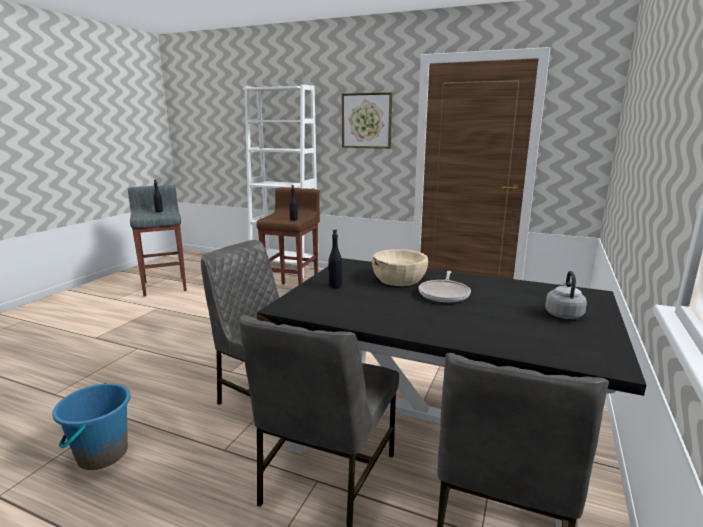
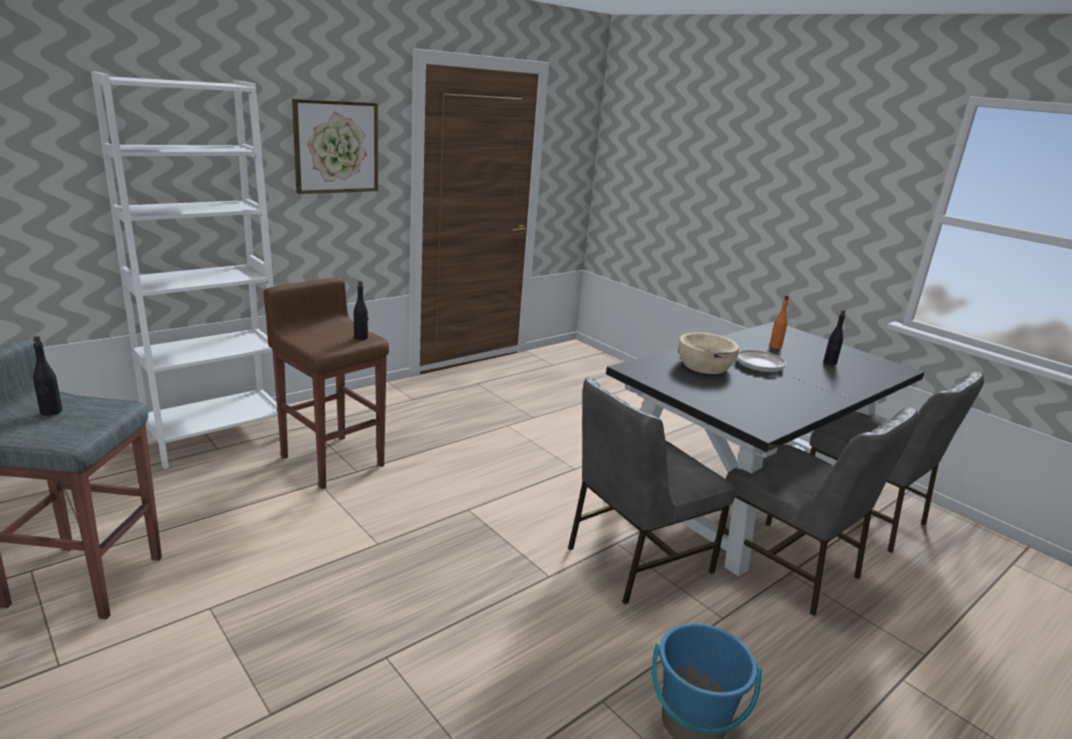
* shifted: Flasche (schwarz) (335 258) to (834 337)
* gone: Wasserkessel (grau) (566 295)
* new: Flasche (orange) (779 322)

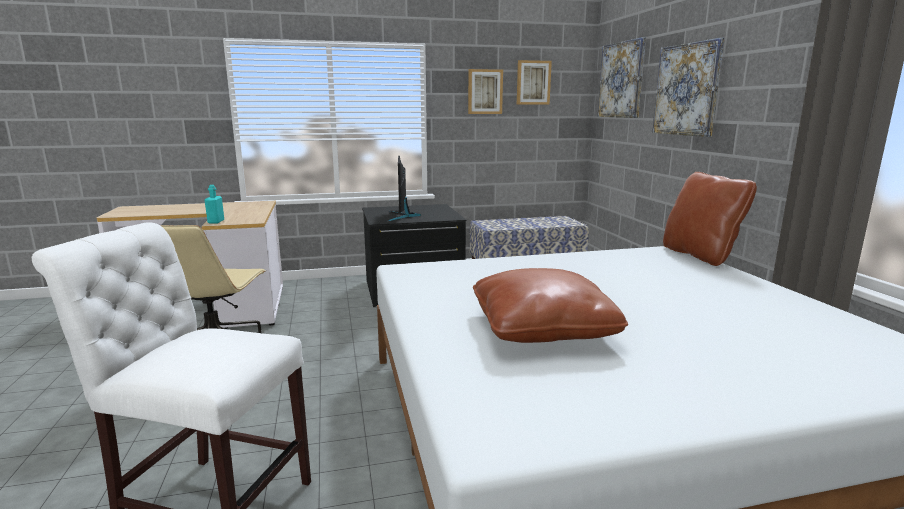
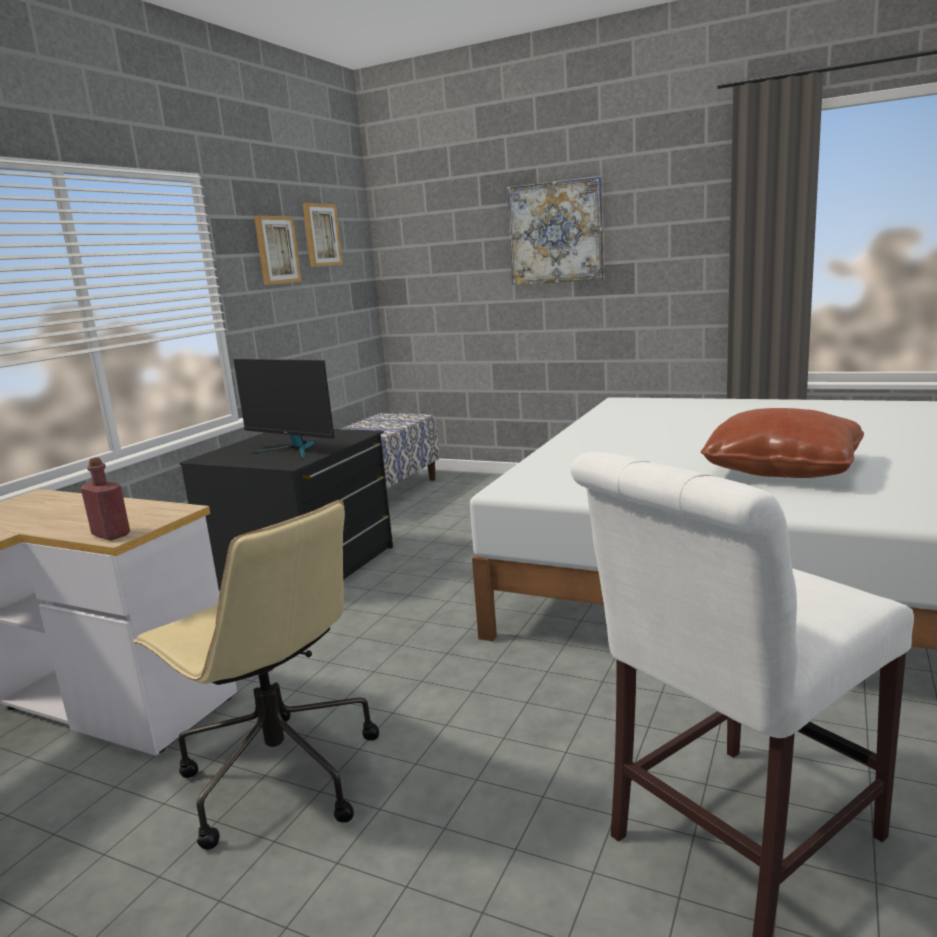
* gone: Bild (622 77)
* gone: Kissen (braun) (710 219)
* repainted: Flasche (türkis) (214 204) to Flasche (rot) (105 499)

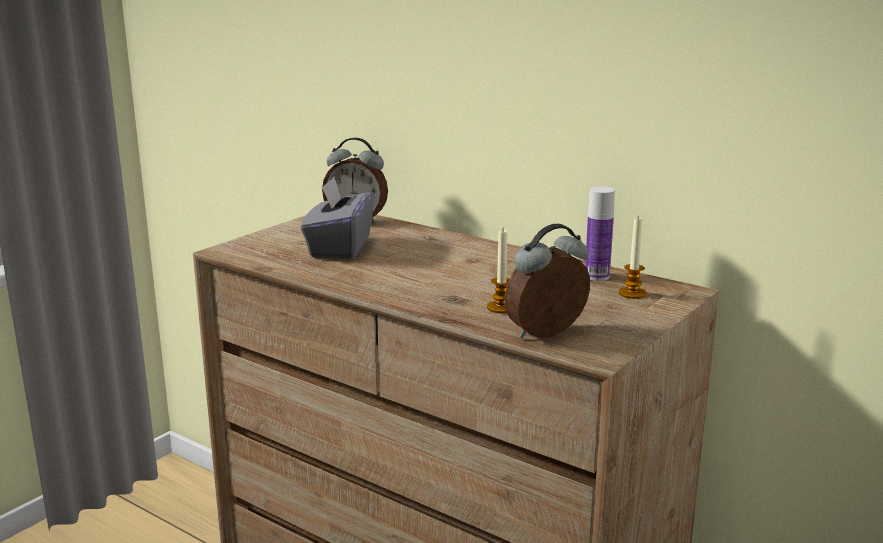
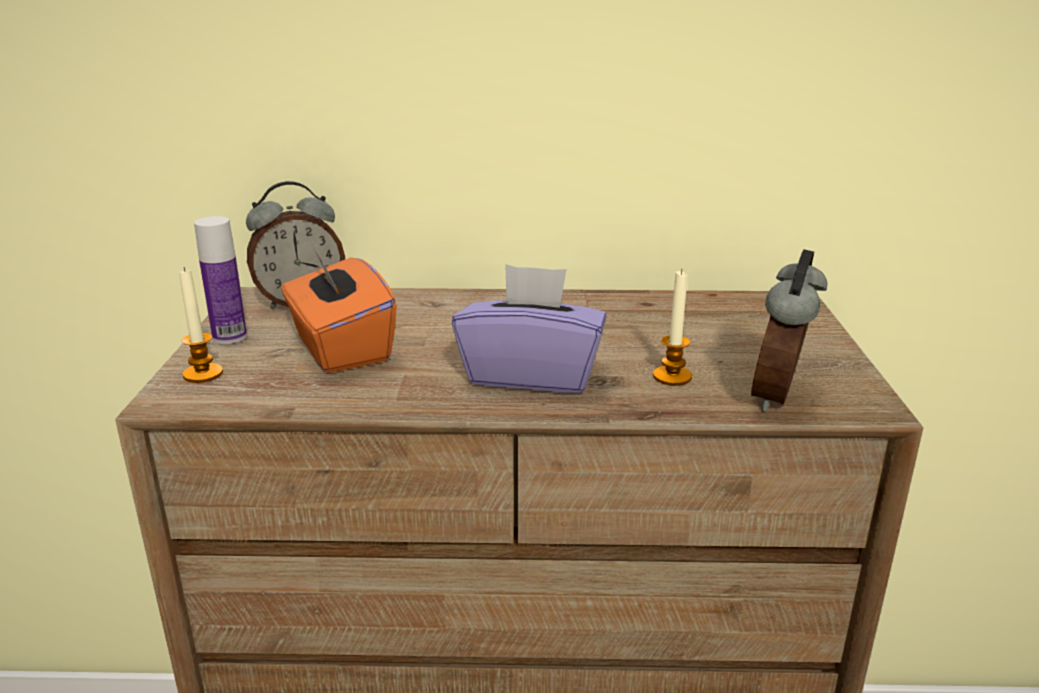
* repainted: Taschentuchbox (grau) (337 218) to Taschentuchbox (orange) (339 310)
* shifted: Flasche (600 233) to (220 280)
* shifted: Kerze (633 257) to (201 325)
* new: Taschentuchbox (lila) (529 328)

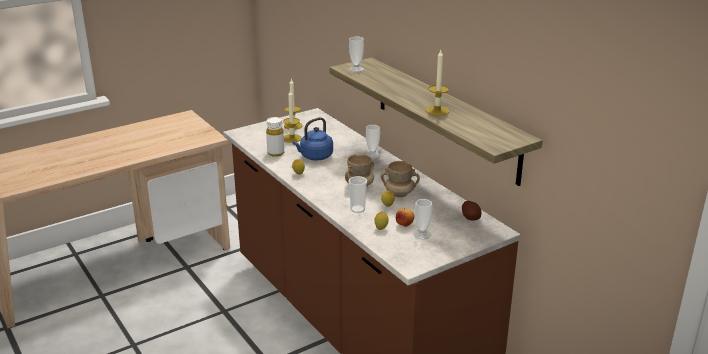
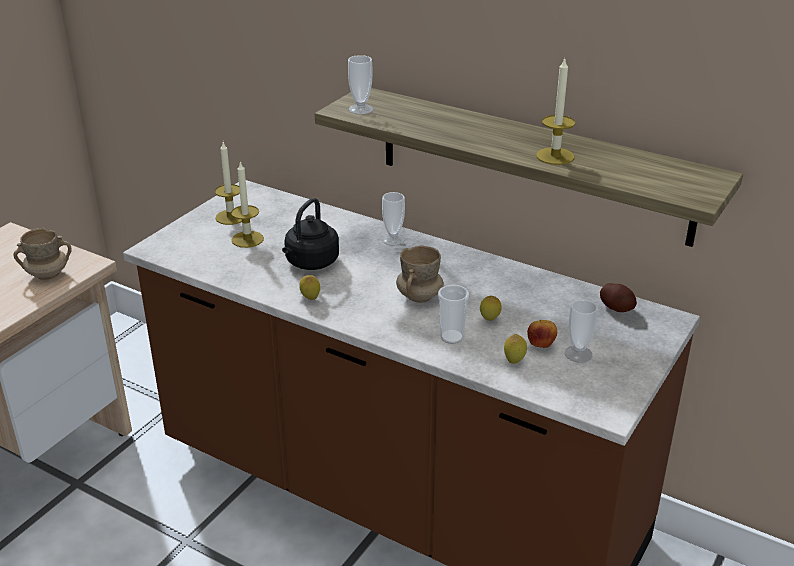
* gone: Flasche (weiß) (275 137)
* repainted: Wasserkessel (blau) (313 138) to Wasserkessel (schwarz) (310 234)
* shifted: Henkelbecher (beige) (400 179) to (42 254)

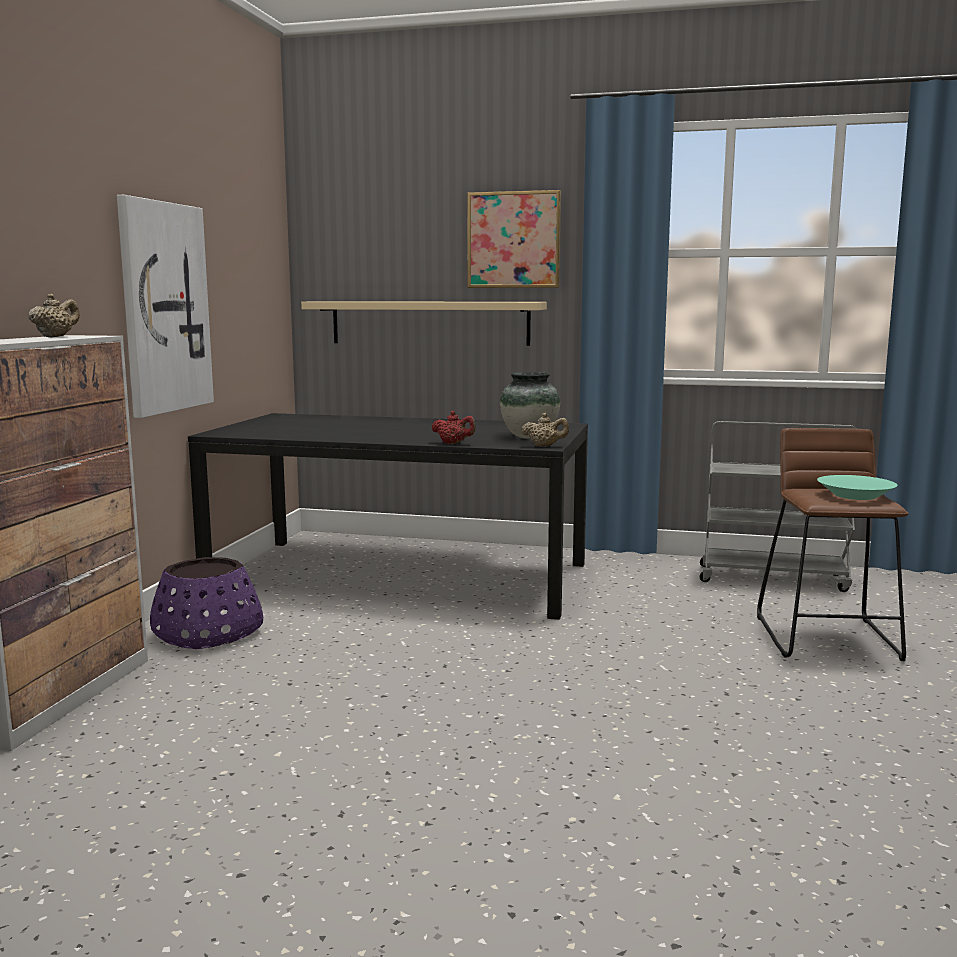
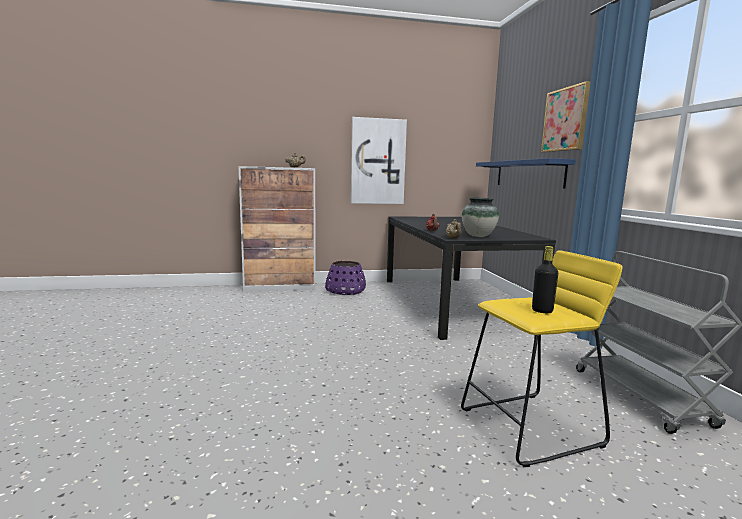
* repainted: Wandregal (beige) (424 323) to Wandregal (blau) (526 173)
* repainted: Hocker (braun) (833 544) to Hocker (gelb) (542 358)
* swapped: Schüssel (türkis) (857 487) to Flasche (schwarz) (545 279)

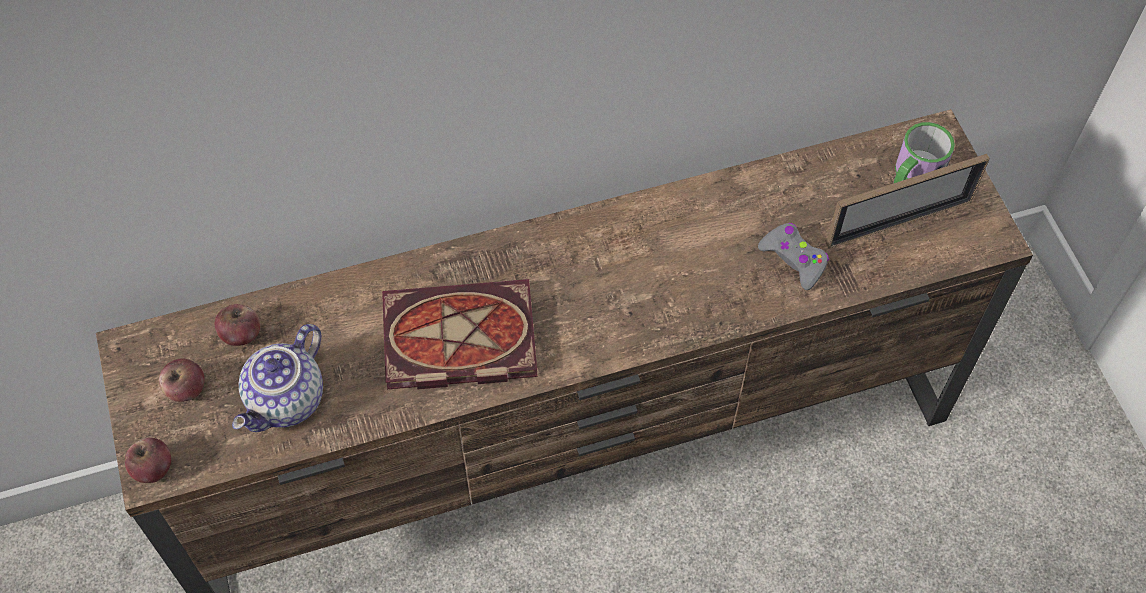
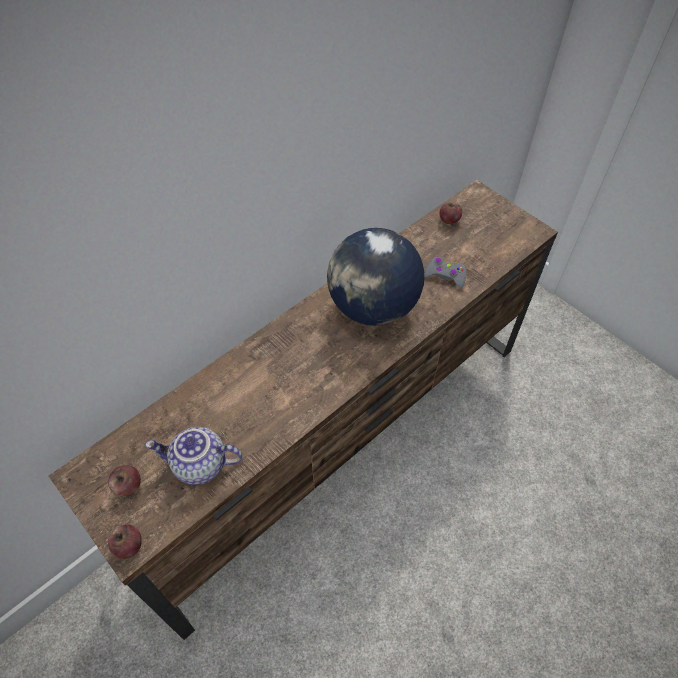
* gone: Henkelbecher (924 152)
* gone: Bilderrahmen (908 201)
* gone: Buch (460 334)
* shifted: Apfel (237 325) to (450 213)
* rotated: Teekanne (277 378) = (193 456) 90 degrees clockwise
* new: Globus (375 277)

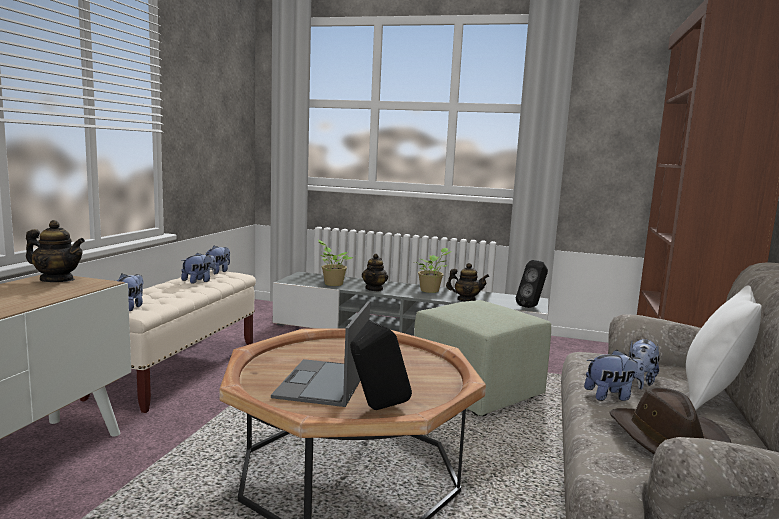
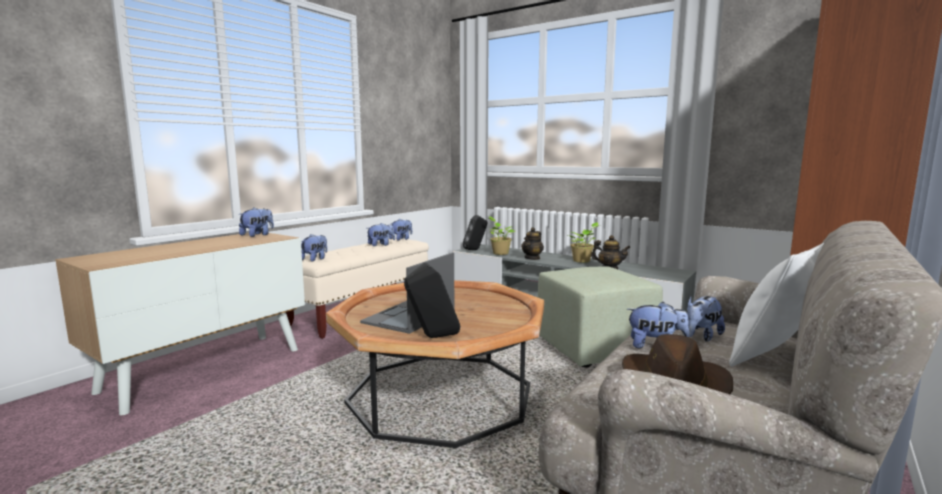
* swapped: Teekanne (55 251) to Plüschtier (256 222)
* shifted: Lautsprecher (schwarz) (532 284) to (475 232)

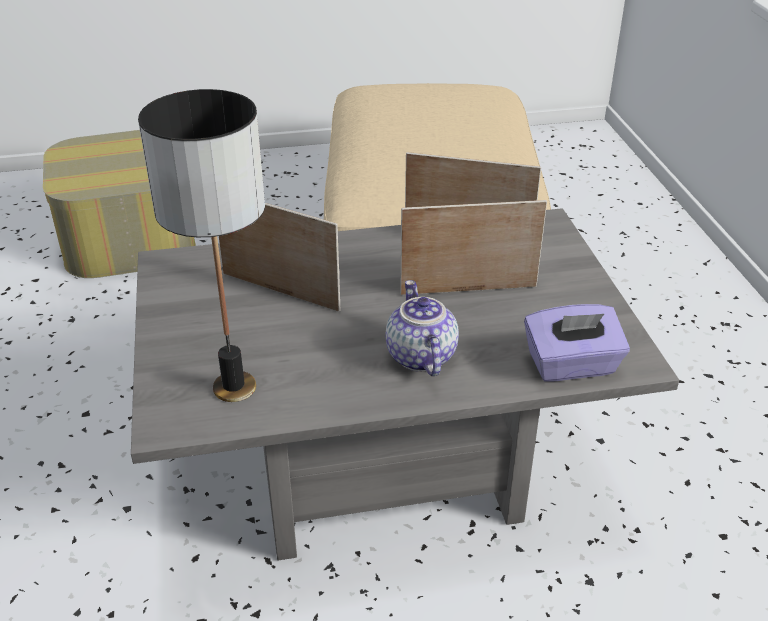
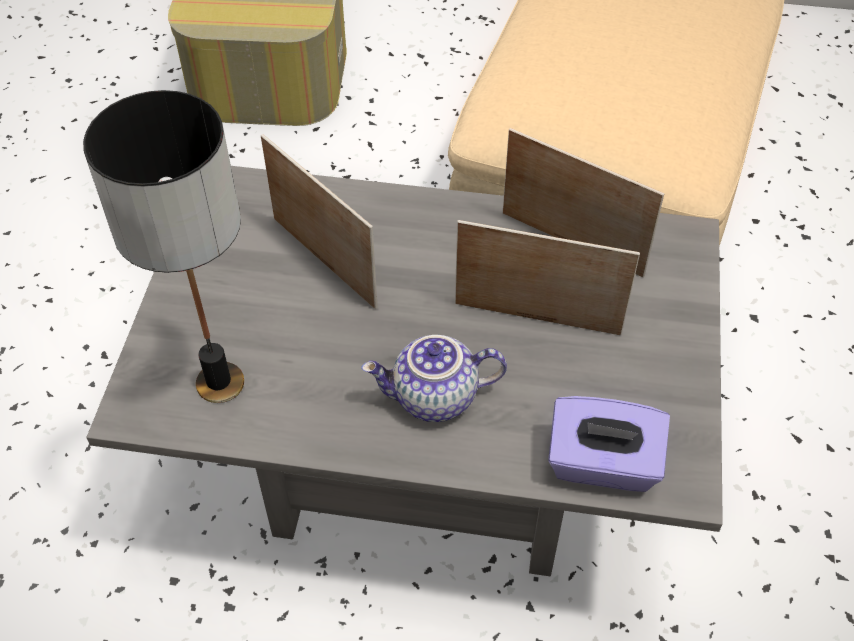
* rotated: Teekanne (422 328) = (434 378) 105 degrees counterclockwise

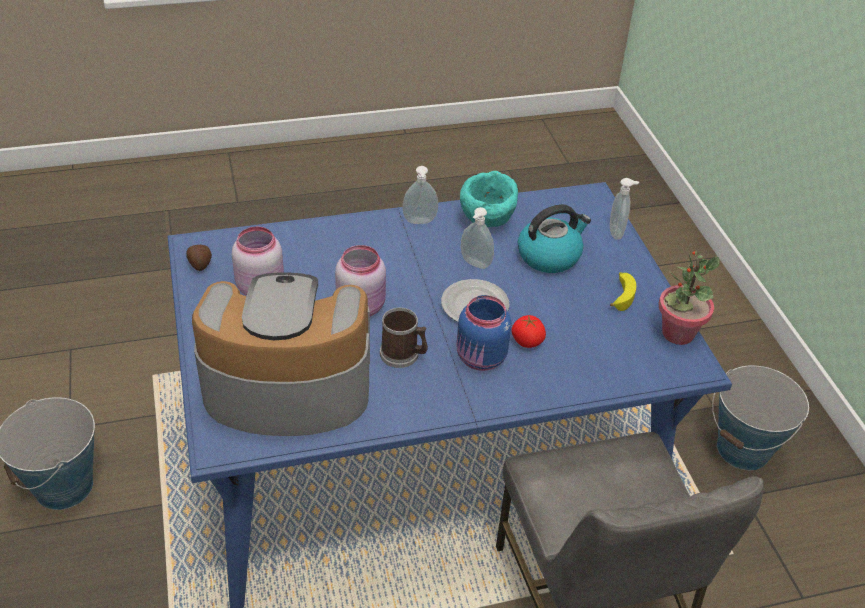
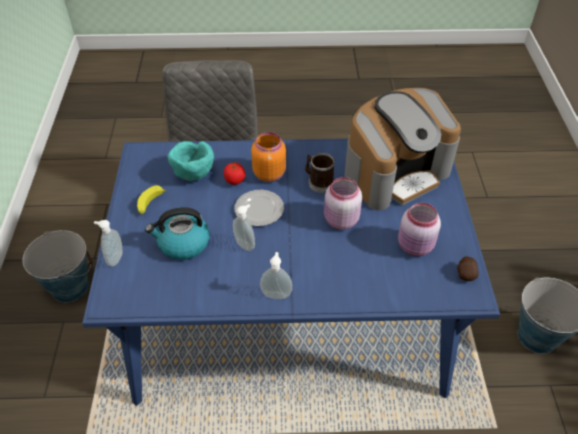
* shifted: Schüssel (türkis) (489 199) to (190 161)
* gone: Topfpflanze (689 297)
* rotated: Kaffeemaschine (281 354) = (403 149) 45 degrees counterclockwise
* repainted: Vorratsglas (blau) (484 333) to Vorratsglas (orange) (268 157)

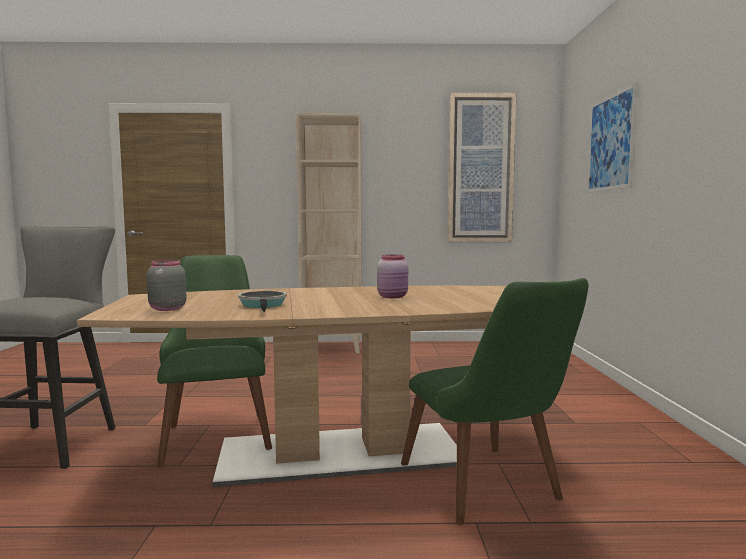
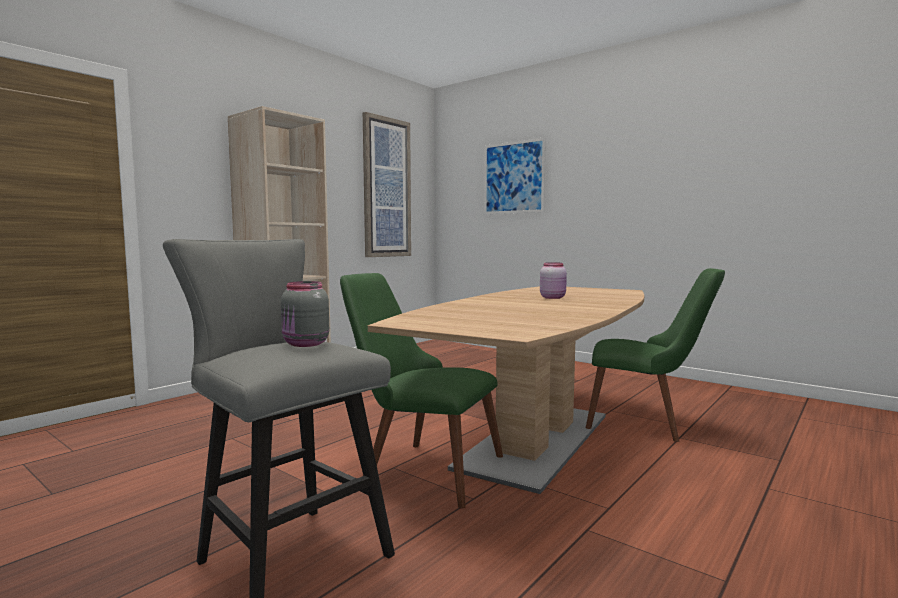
* shifted: Vorratsglas (grau) (167 285) to (305 314)
* gone: Pfanne (262 301)

